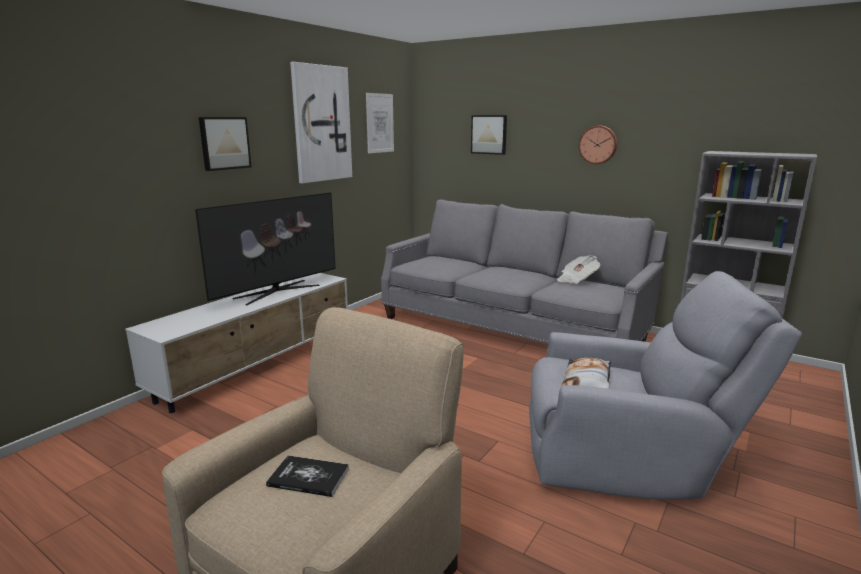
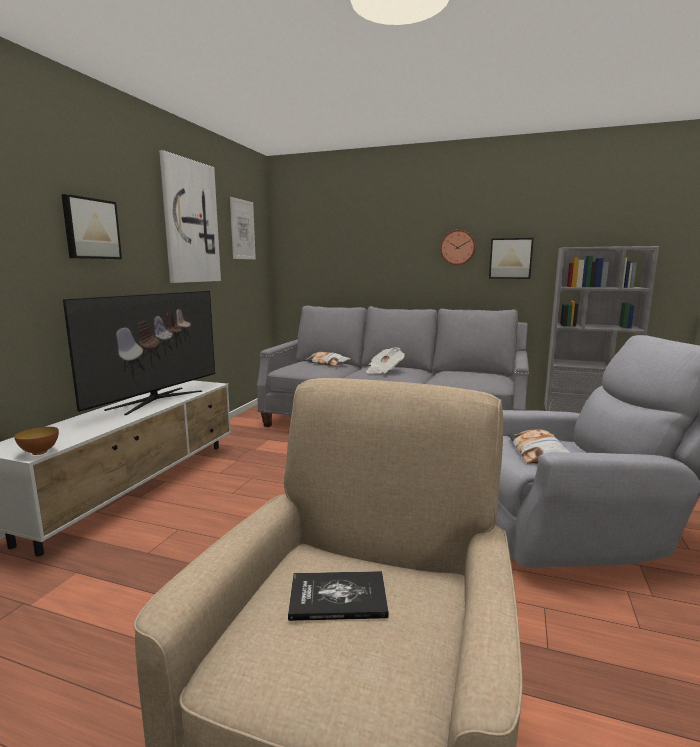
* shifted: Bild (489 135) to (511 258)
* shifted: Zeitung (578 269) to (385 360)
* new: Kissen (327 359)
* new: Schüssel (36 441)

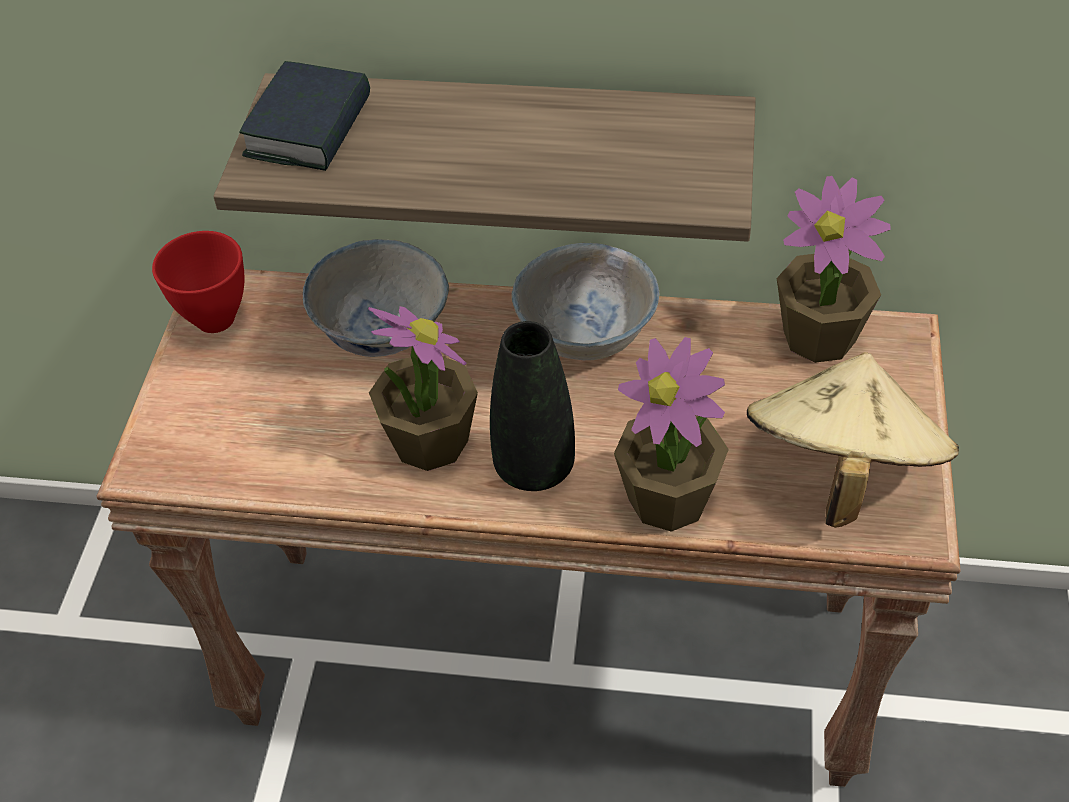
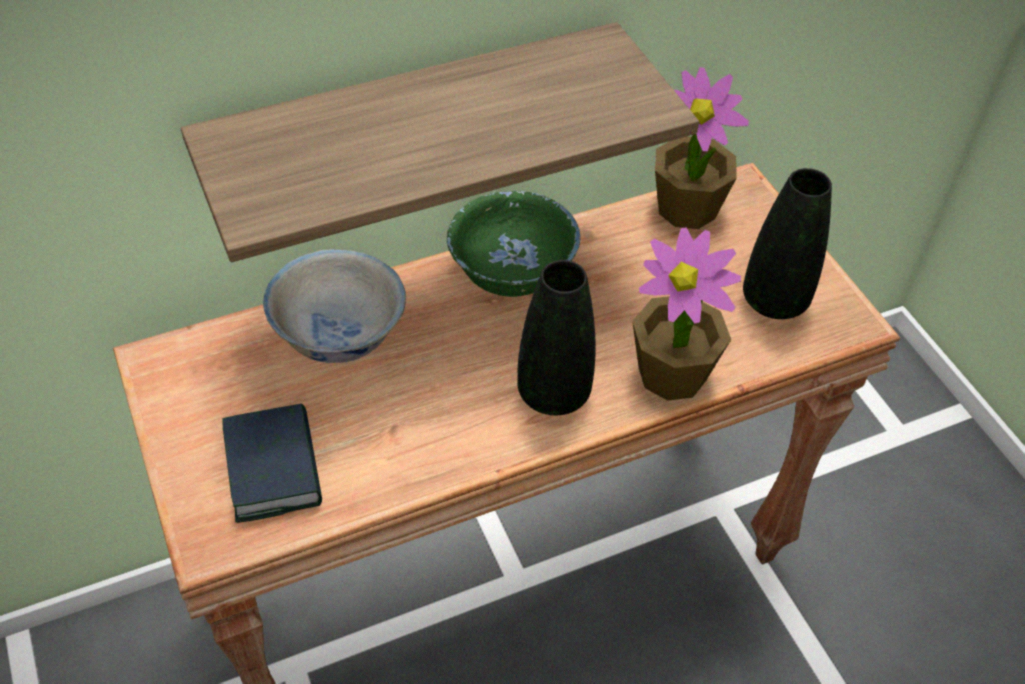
* shifted: Buch (304 116) to (272 463)
* gone: Schüssel (rot) (198 282)
* repainted: Schüssel (weiß) (585 301) to Schüssel (grün) (514 244)
* gone: Topfpflanze (423 388)
* swapped: Hut (beige) (853 440) to Vase (schwarz) (787 243)

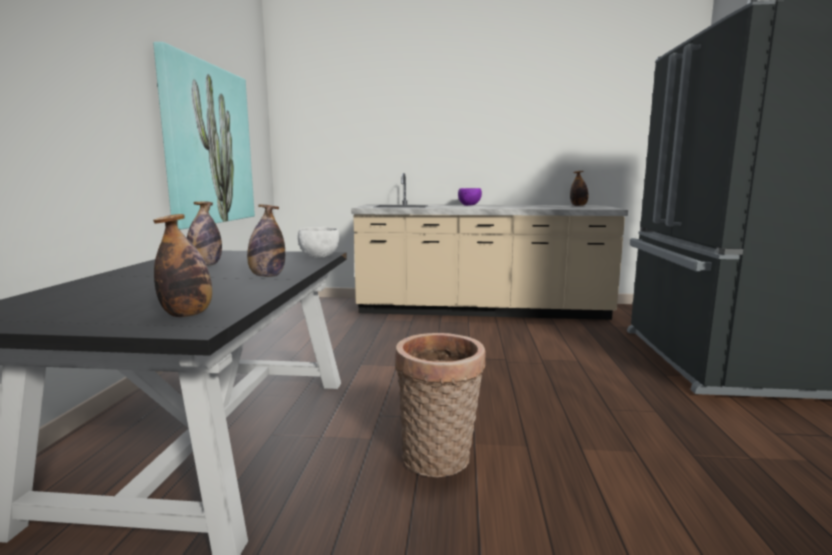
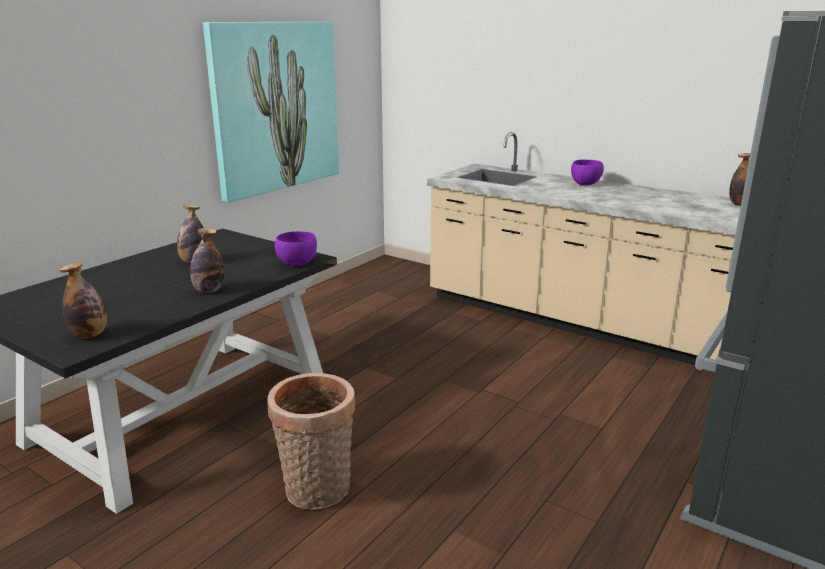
* repainted: Schüssel (weiß) (318 242) to Schüssel (lila) (296 248)

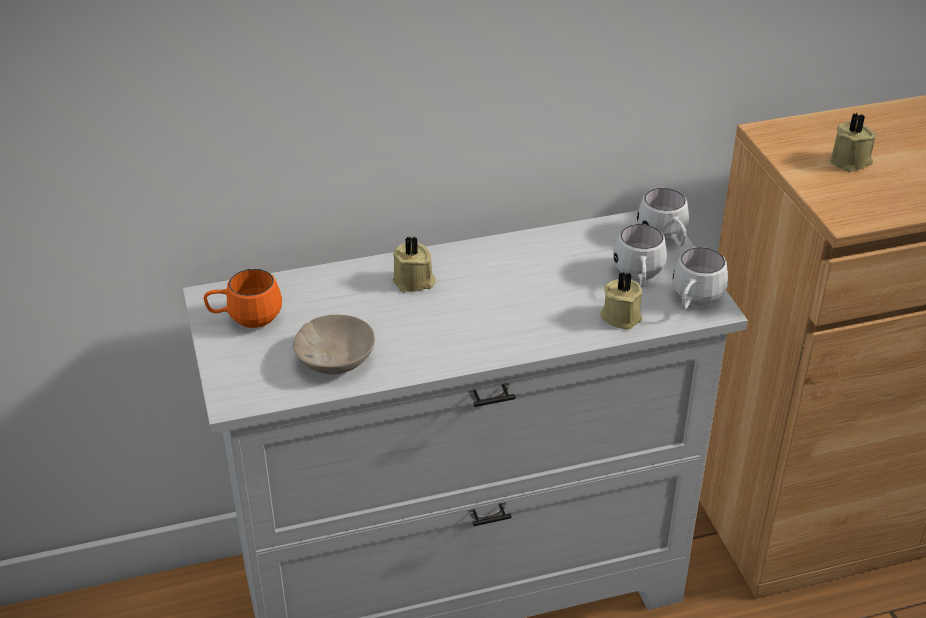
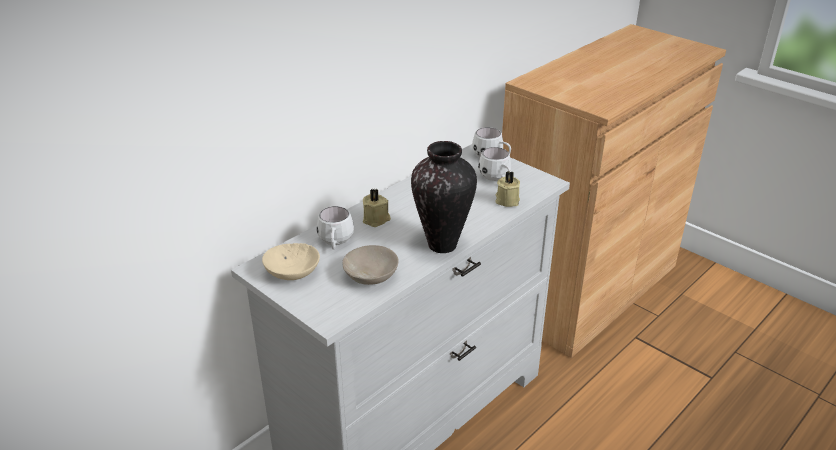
* gone: Kerze (beige) (853 142)
* shifted: Henkelbecher (weiß) (700 278) to (335 228)
* swapped: Henkelbecher (orange) (242 298) to Schüssel (beige) (291 261)
* new: Vase (444 197)

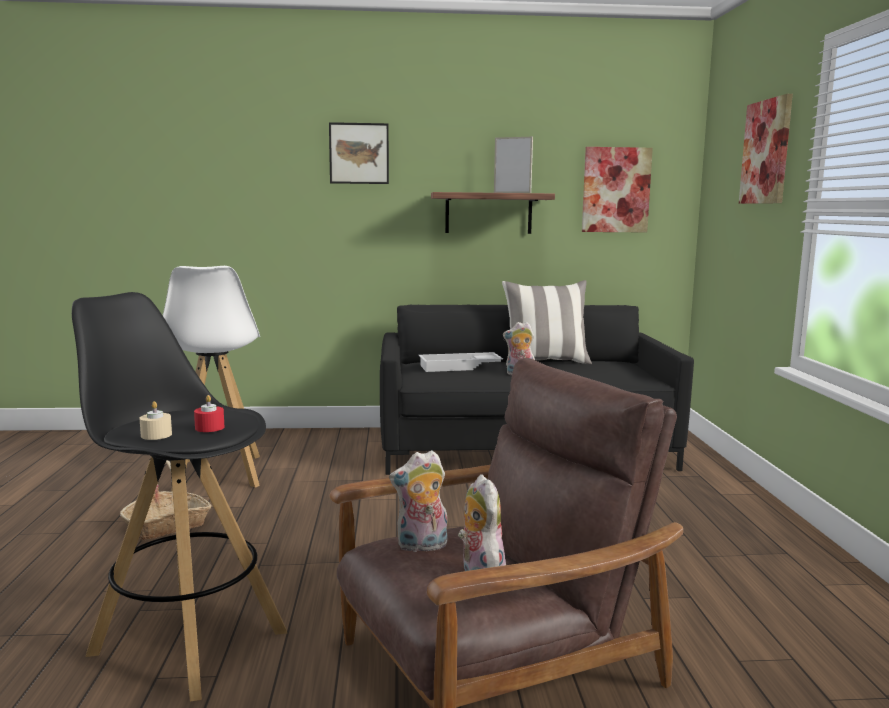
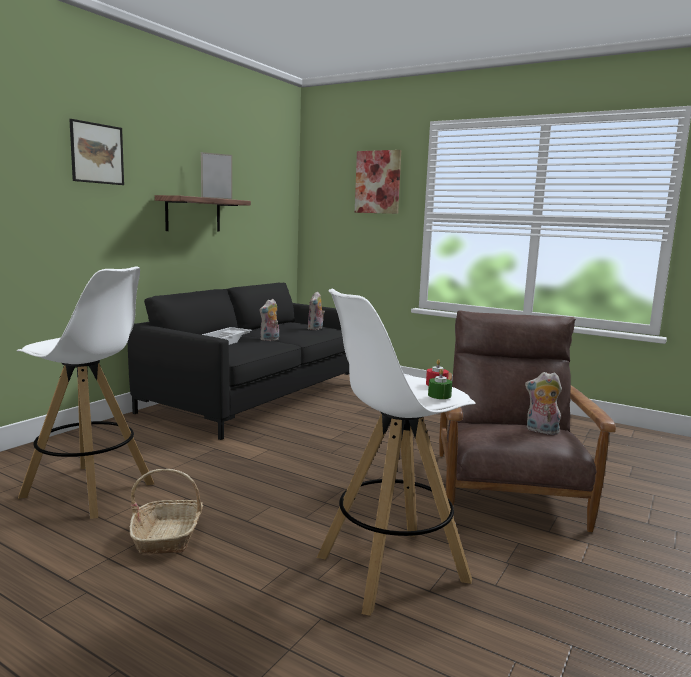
* gone: Bild (617 190)
* gone: Kissen (547 322)
* repainted: Hocker (schwarz) (179 497) to Hocker (weiß) (396 452)
* repainted: Kerze (beige) (155 420) to Kerze (grün) (440 384)
* shifted: Plüschtier (418 501) to (316 310)

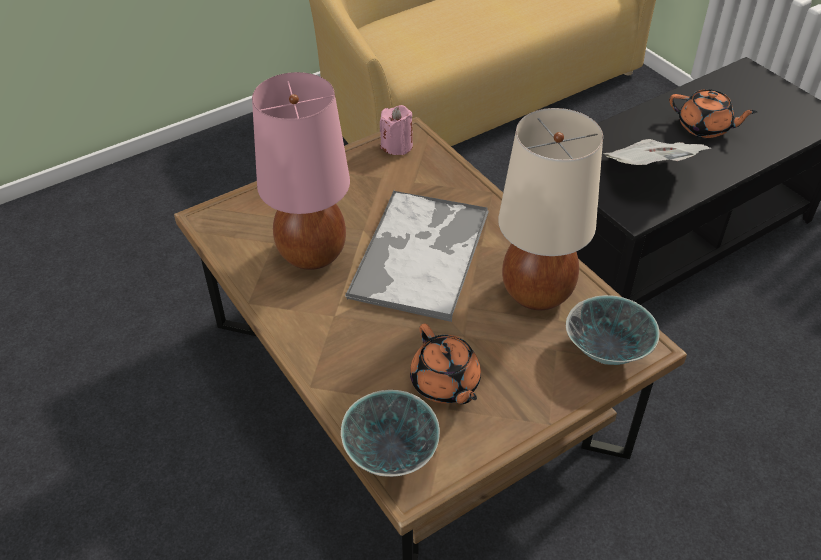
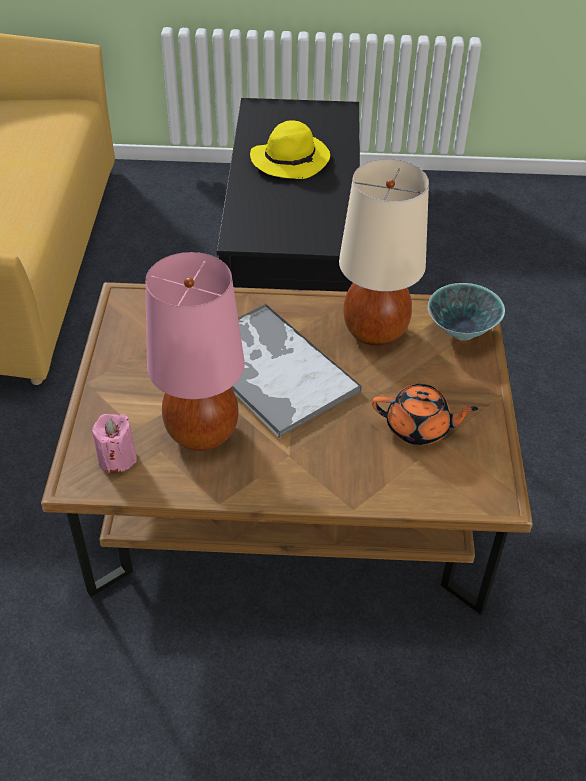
* swapped: Teekanne (orange) (713 113) to Hut (gelb) (290 149)
* shifted: Kerze (rosa) (396 130) to (114 443)
* gone: Zeitung (657 152)
* gone: Schüssel (390 433)

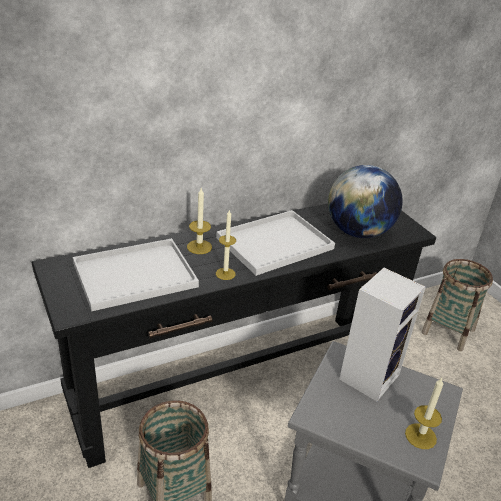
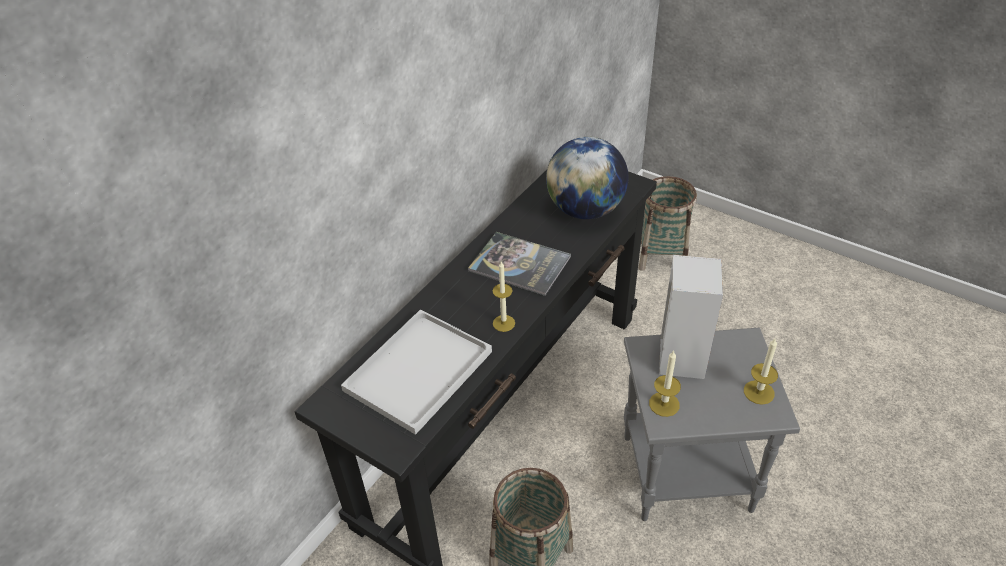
* shifted: Kerze (199 221) to (665 383)
* swapped: Tablett (weiß) (275 243) to Buch (519 264)

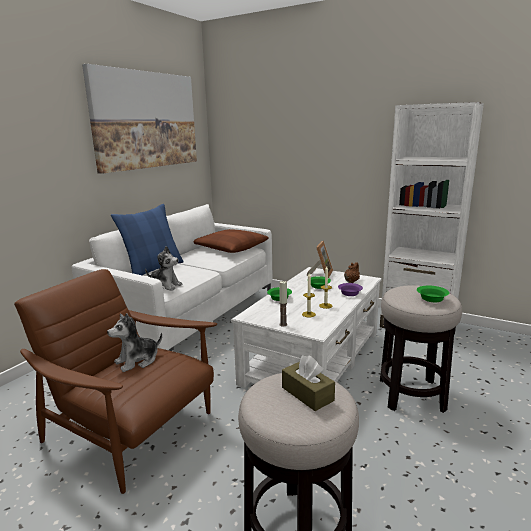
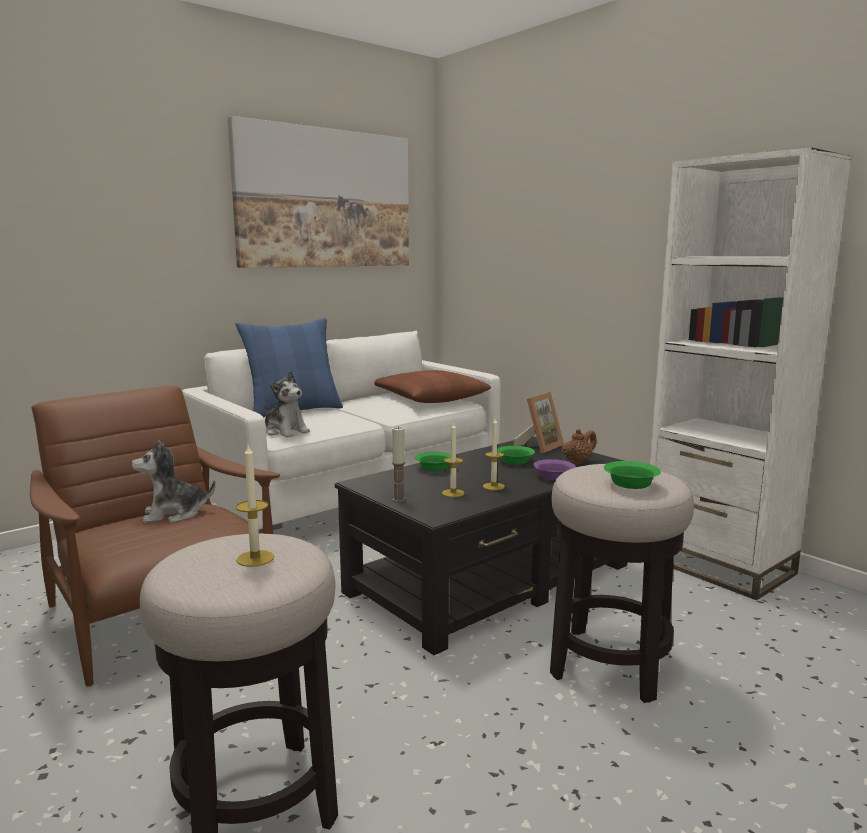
* repainted: Couchtisch (weiß) (306 327) to Couchtisch (schwarz) (481 545)
* swapped: Taschentuchbox (braun) (308 383) to Kerze (255 506)

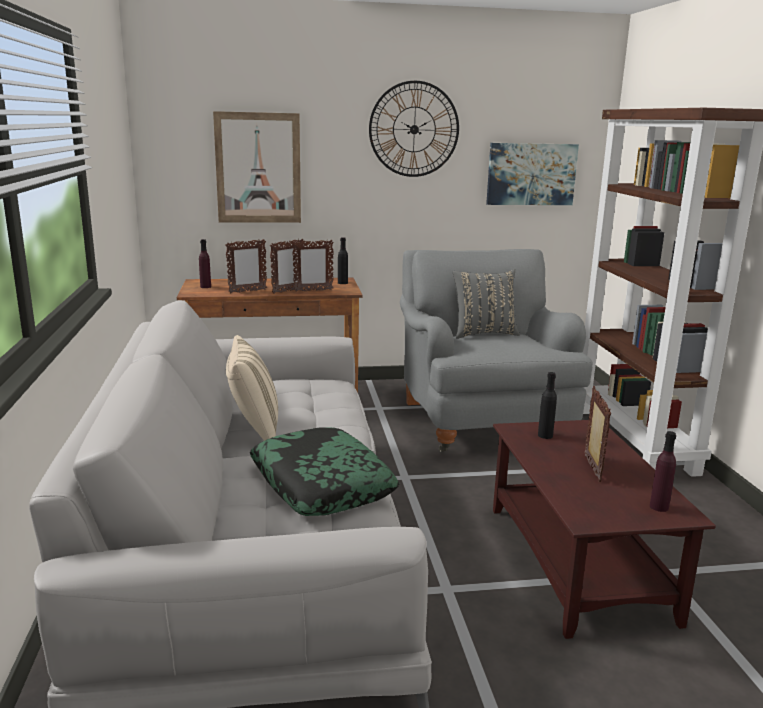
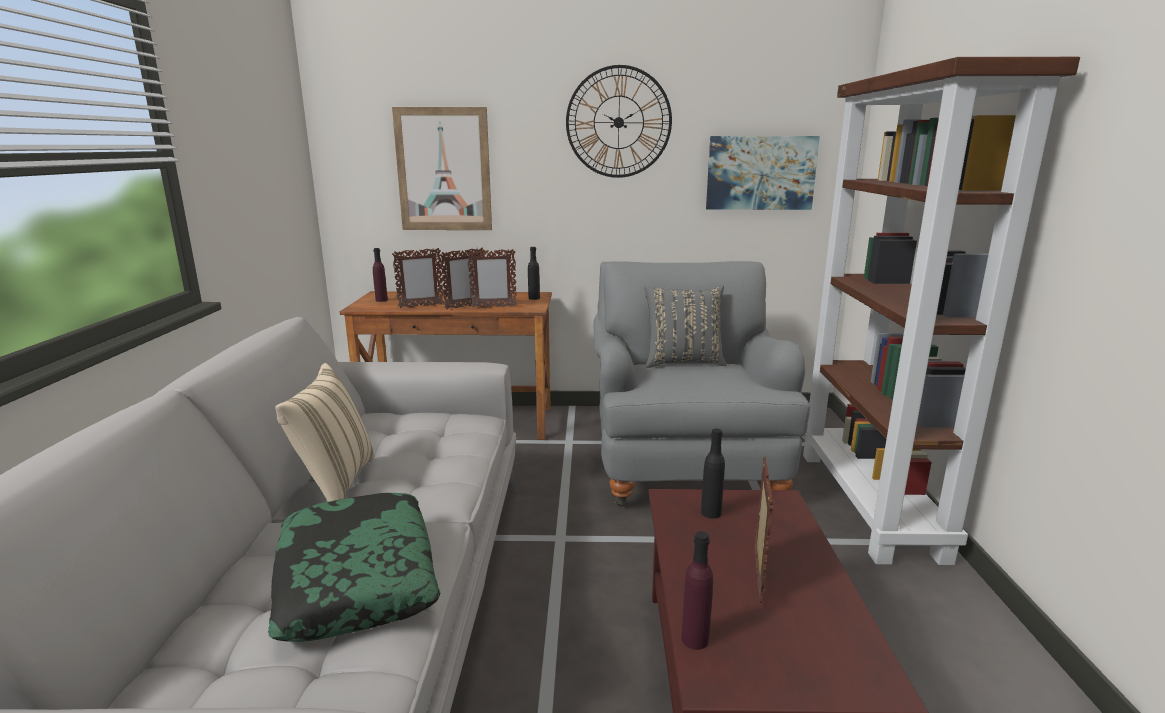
* shifted: Flasche (lila) (663 471) to (697 590)

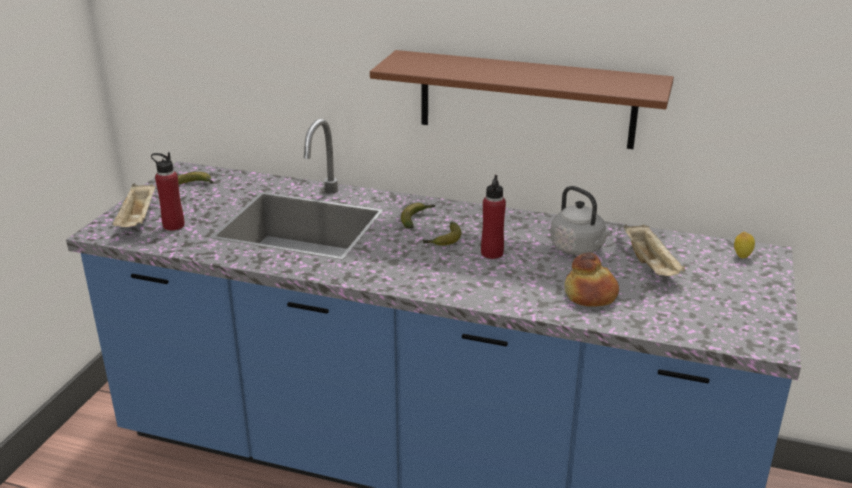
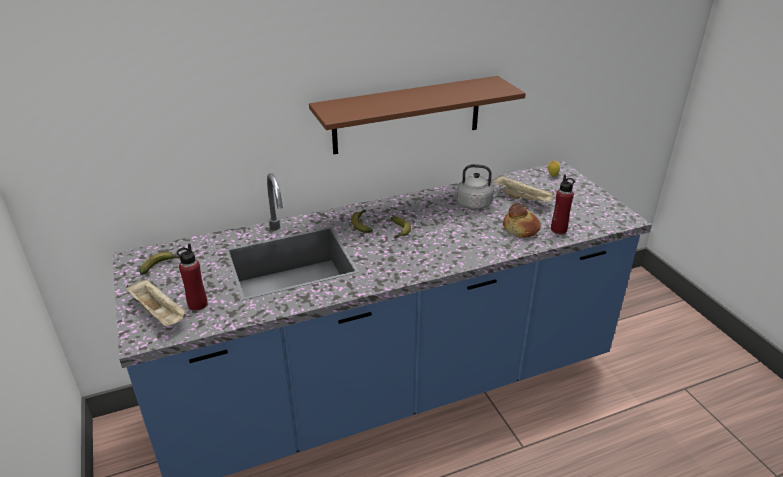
* shifted: Flasche (rot) (493 217) to (563 204)

